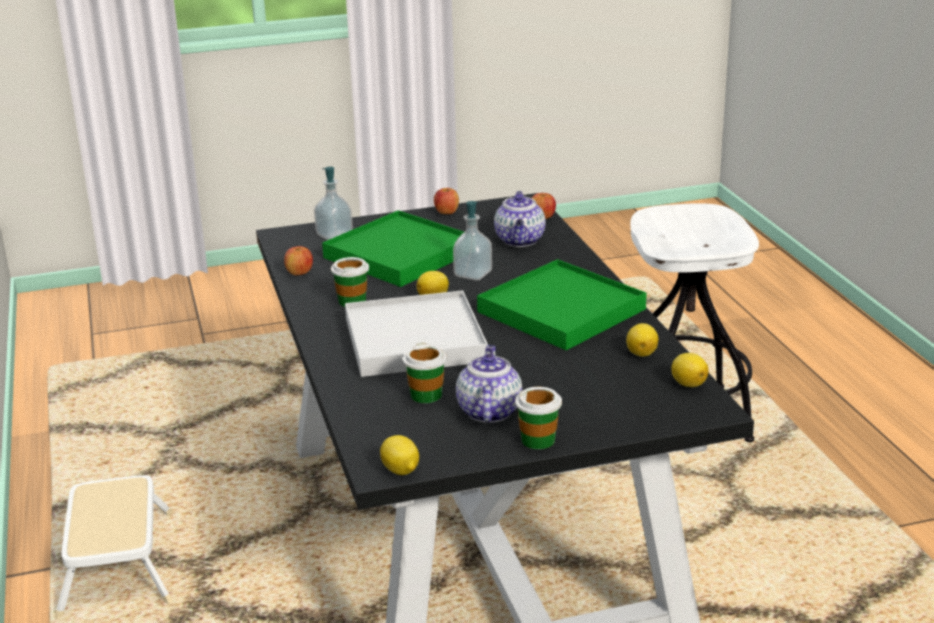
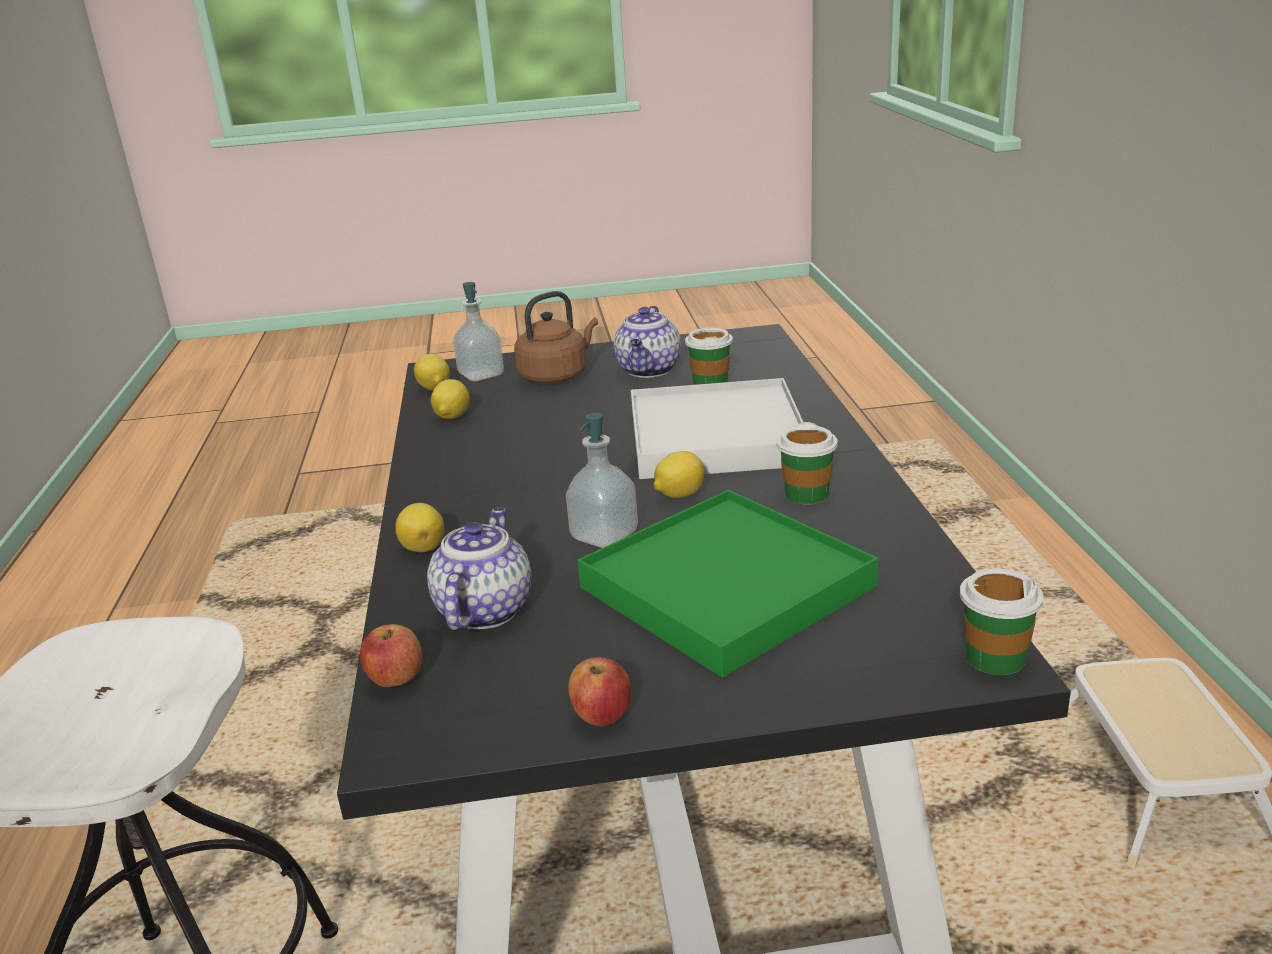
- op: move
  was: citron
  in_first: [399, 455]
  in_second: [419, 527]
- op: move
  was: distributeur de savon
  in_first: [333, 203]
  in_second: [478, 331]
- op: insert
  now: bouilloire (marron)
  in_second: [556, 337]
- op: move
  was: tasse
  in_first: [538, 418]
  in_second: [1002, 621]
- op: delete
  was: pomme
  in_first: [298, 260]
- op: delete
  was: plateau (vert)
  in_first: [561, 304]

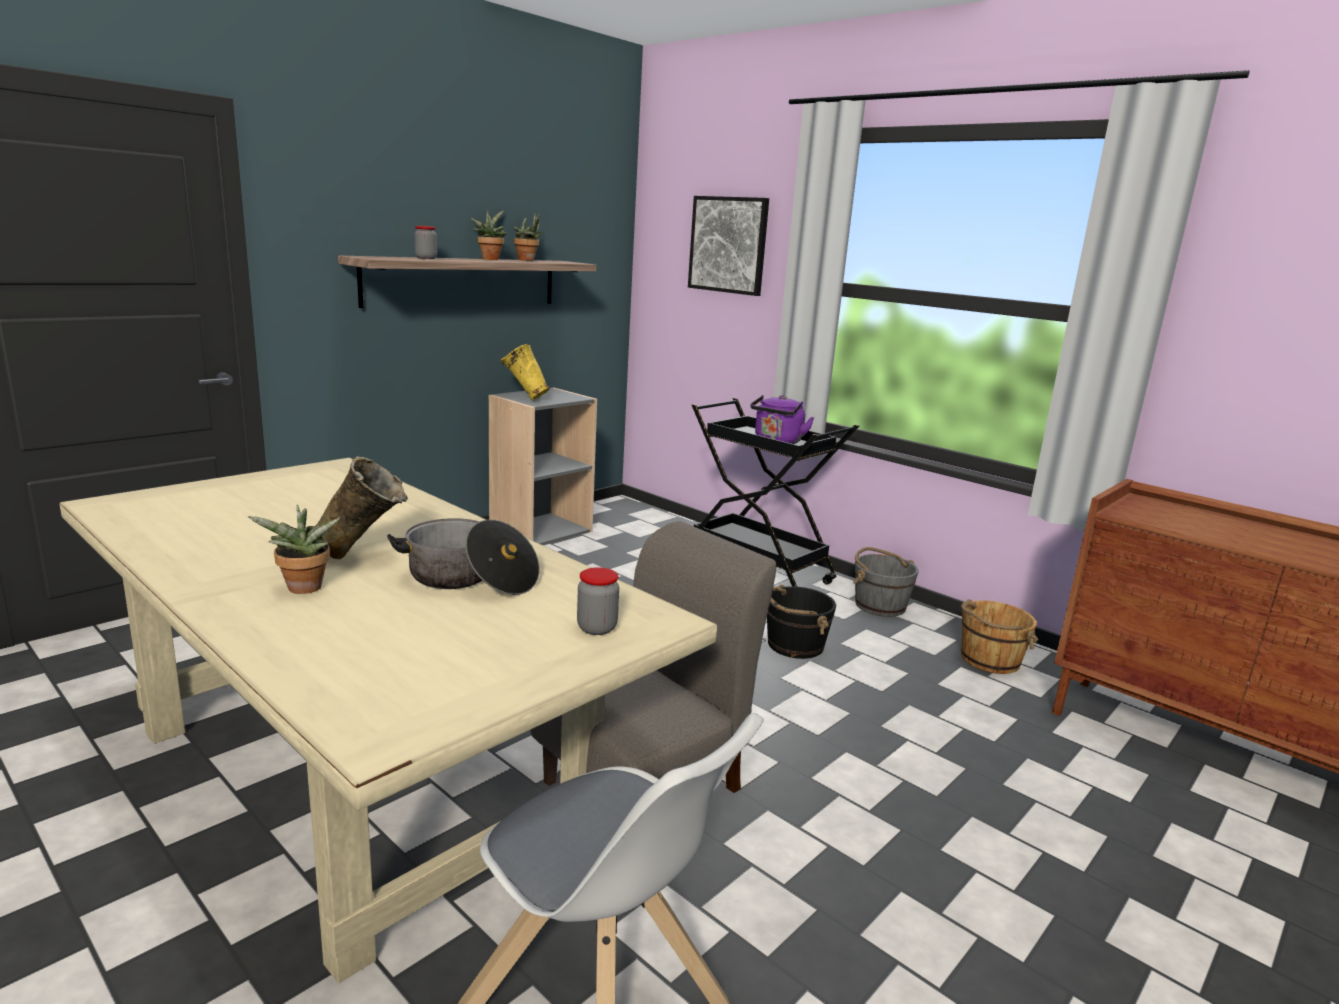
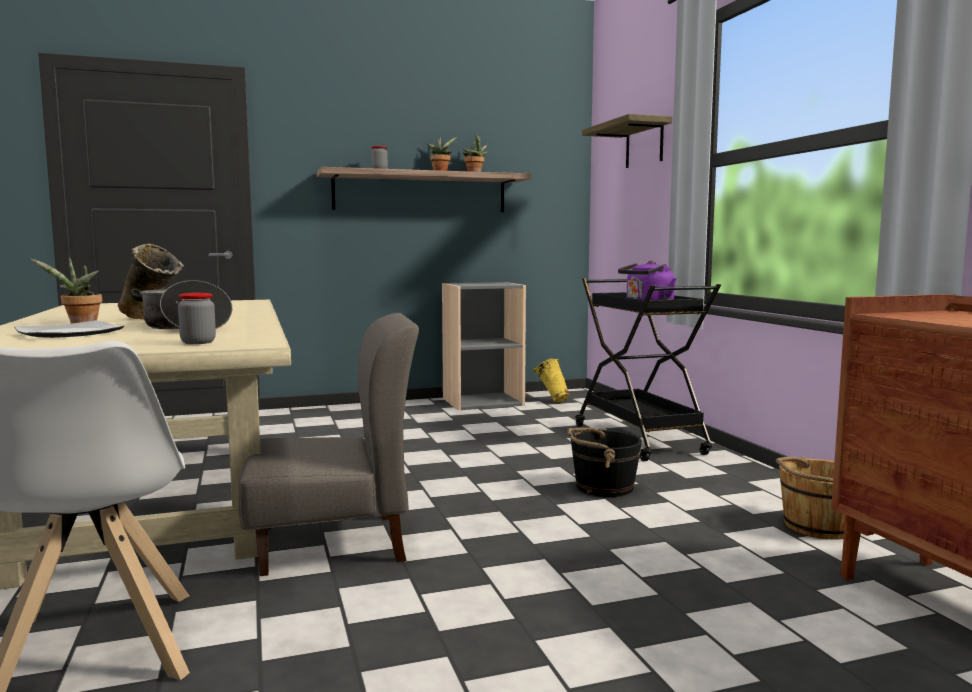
- op: insert
  now: assiette
  in_second: [69, 329]
- op: move
  was: vase (jaune)
  in_first: [525, 372]
  in_second: [551, 380]
- op: replace
  was: tableau
  now: étagère
  in_first: [728, 246]
  in_second: [627, 141]
- op: delete
  was: seau (gris)
  in_first: [885, 582]

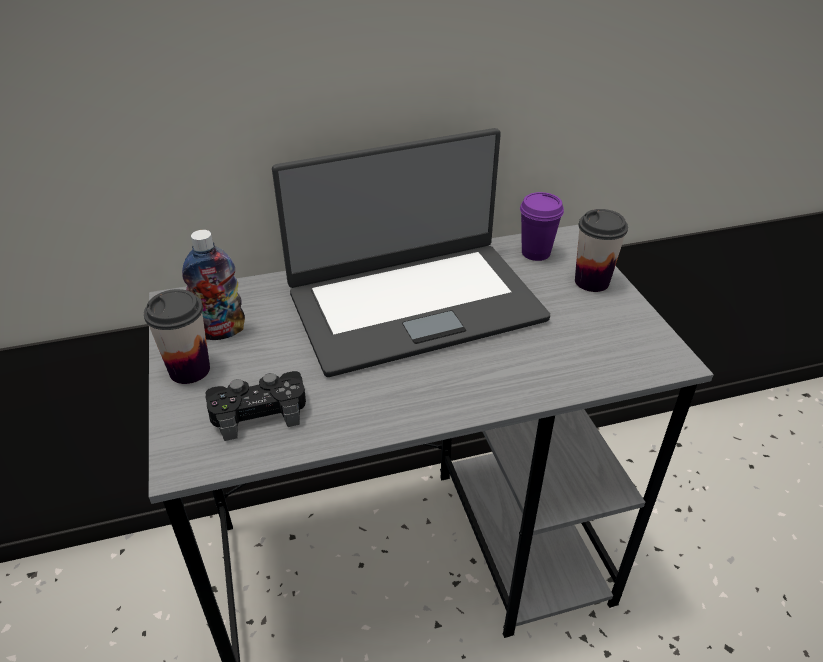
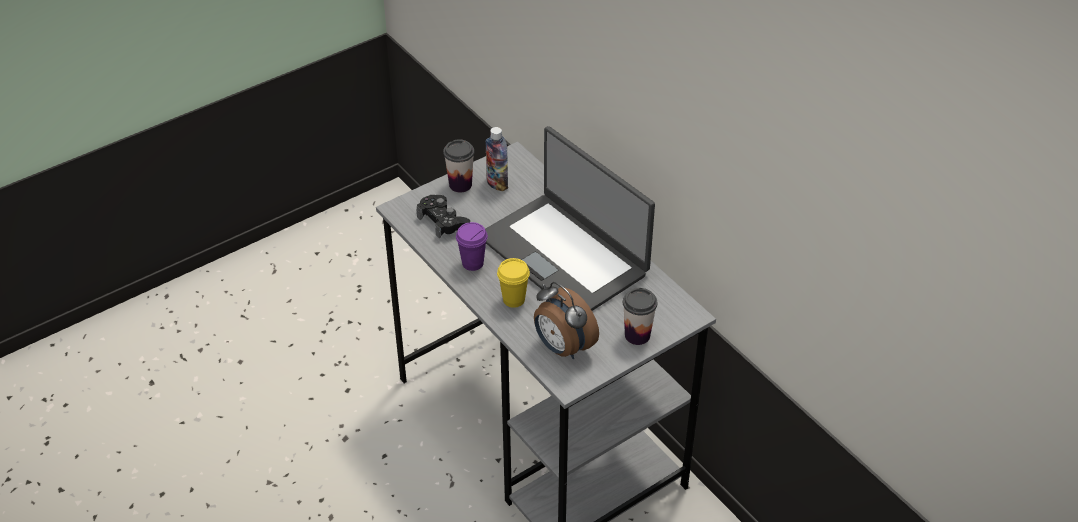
- op: move
  was: tasse (violet)
  in_first: [542, 226]
  in_second: [472, 246]
- op: insert
  now: tasse (jaune)
  in_second: [513, 283]
- op: insert
  now: réveil
  in_second: [566, 320]

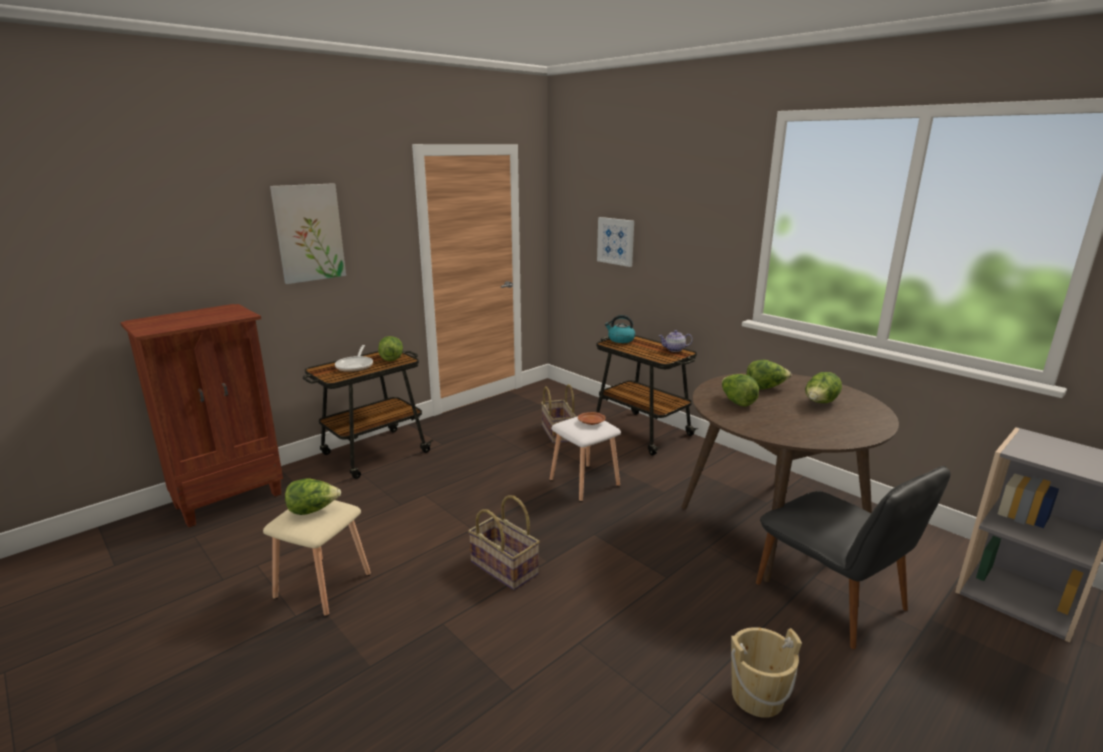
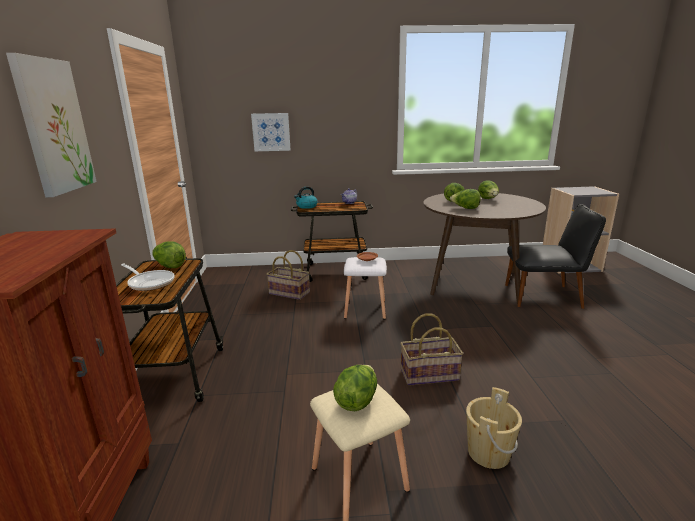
- op: move
  was: seau (beige)
  in_first: [766, 672]
  in_second: [494, 428]

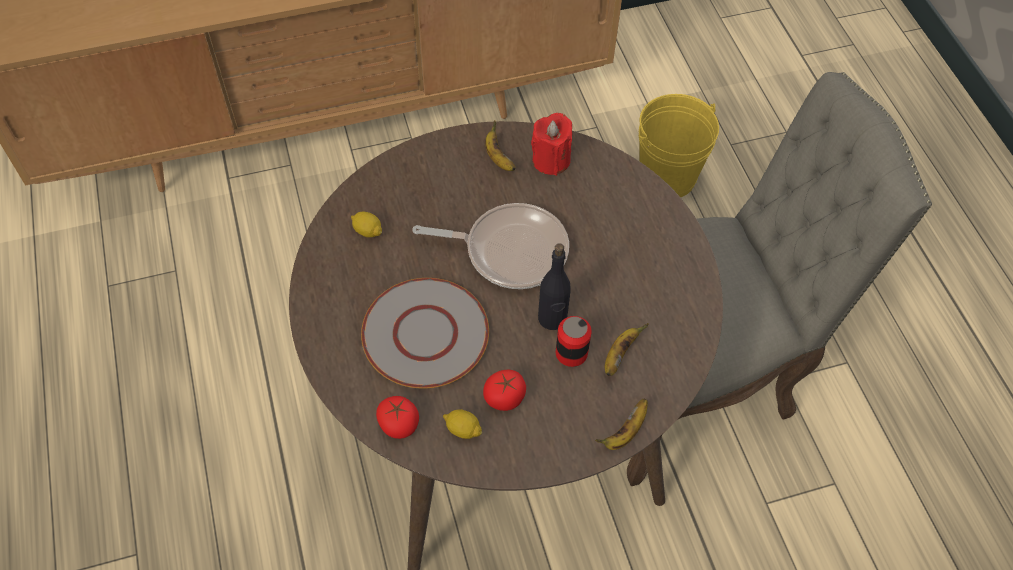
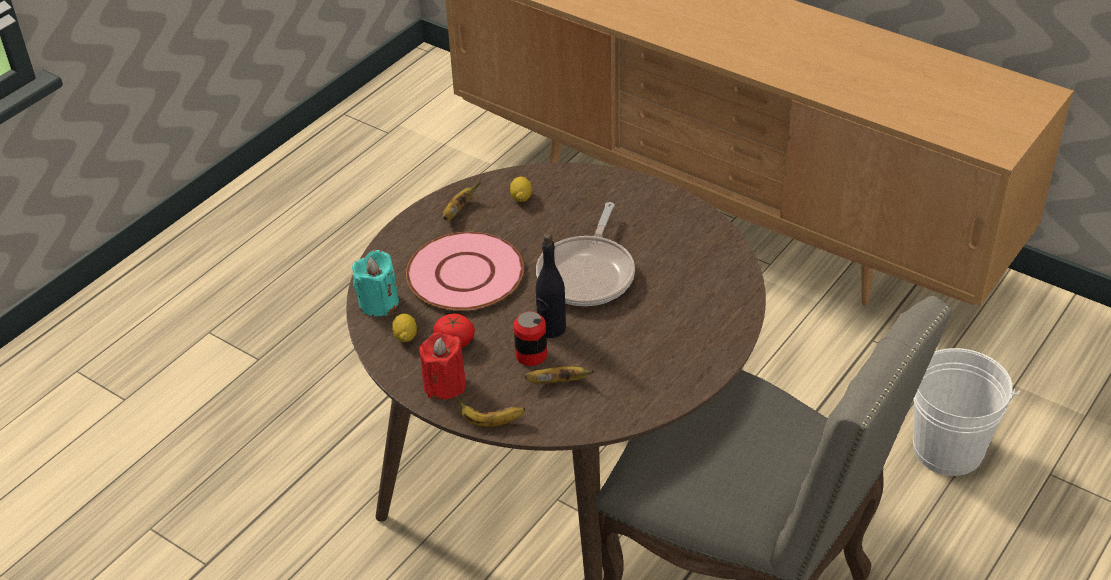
- op: replace
  was: tomate
  now: bougie (turquoise)
  in_first: [397, 417]
  in_second: [375, 283]
- op: recolor
  was: assiette (gris)
  now: assiette (rose)
  in_first: [425, 333]
  in_second: [465, 271]
- op: move
  was: bougie (rouge)
  in_first: [551, 144]
  in_second: [442, 366]
- op: move
  was: banane
  in_first: [500, 146]
  in_second: [462, 201]
- op: rotate
  was: poêle
  in_first: [490, 246]
  in_second: [585, 254]
  clockwise: 45
- op: recolor
  was: seau (jaune)
  now: seau (blanc)
  in_first: [679, 145]
  in_second: [966, 412]

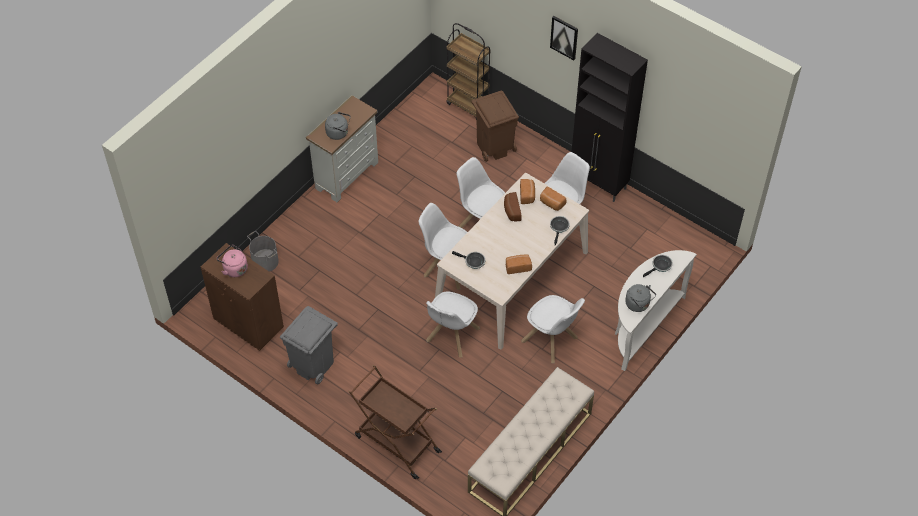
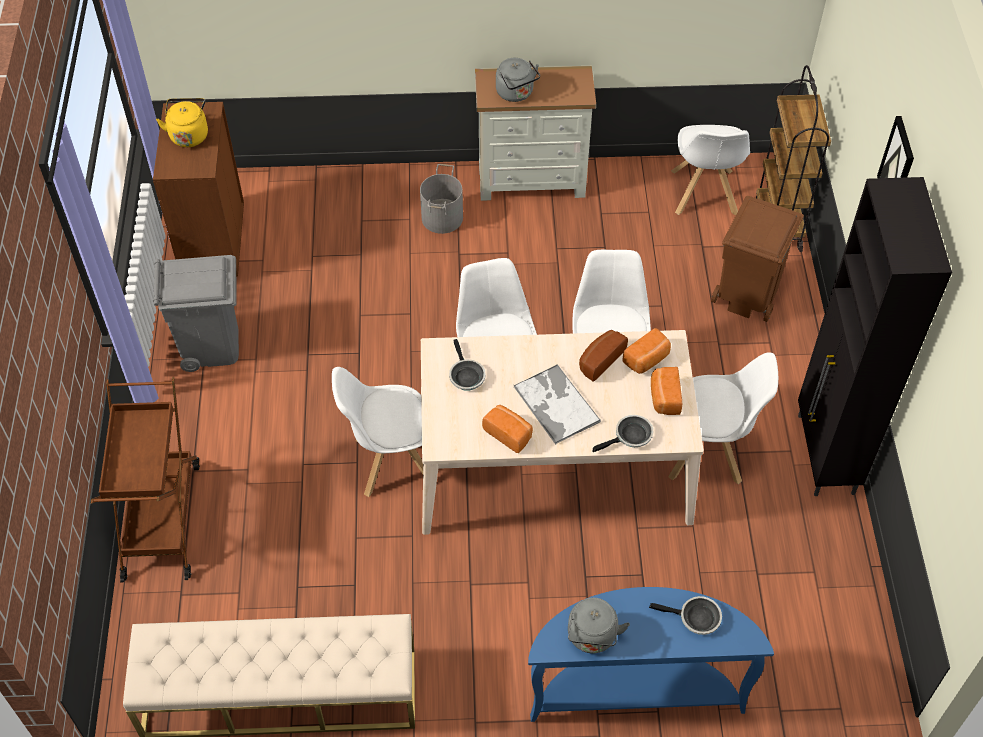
- op: recolor
  was: bouilloire (rose)
  now: bouilloire (jaune)
  in_first: [232, 260]
  in_second: [182, 122]
- op: move
  was: seau (gris)
  in_first: [263, 251]
  in_second: [441, 199]
- op: insert
  now: plateau
  in_second: [557, 404]
- op: recolor
  was: table console (blanc)
  now: table console (bleu)
  in_first: [656, 310]
  in_second: [651, 654]
- op: move
  was: chaise (blanc)
  in_first: [553, 329]
  in_second: [710, 170]

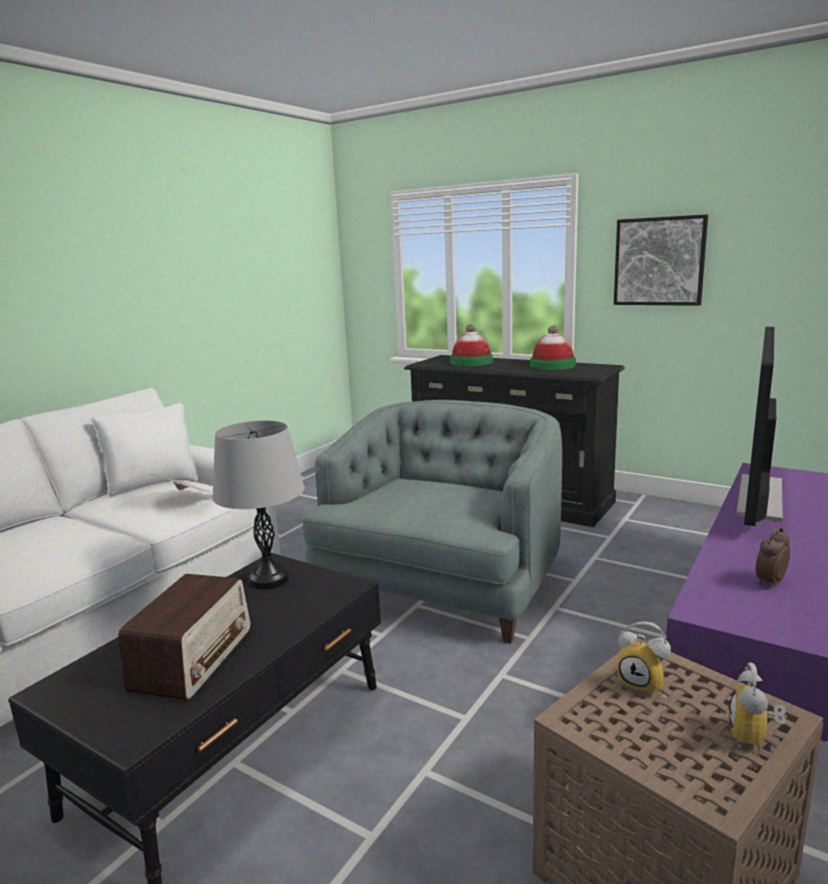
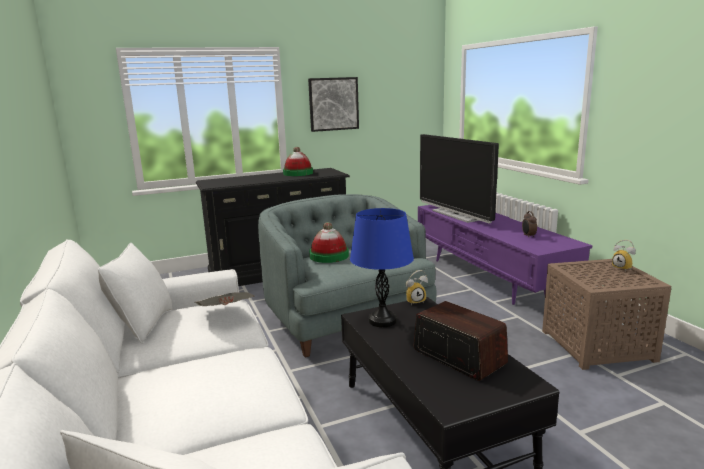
- op: move
  was: chapeau
  in_first: [471, 345]
  in_second: [329, 242]
- op: recolor
  was: lampe de table (gris)
  now: lampe de table (bleu)
  in_first: [258, 505]
  in_second: [382, 267]
- op: move
  was: réveil
  in_first: [644, 658]
  in_second: [417, 287]

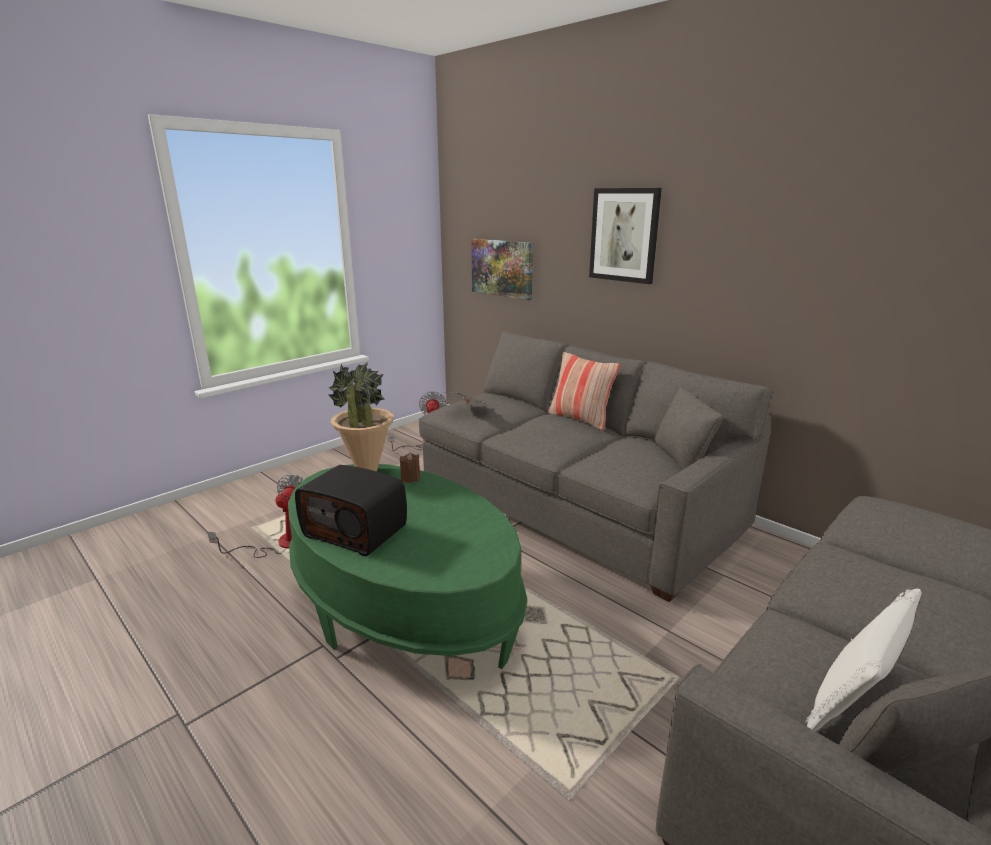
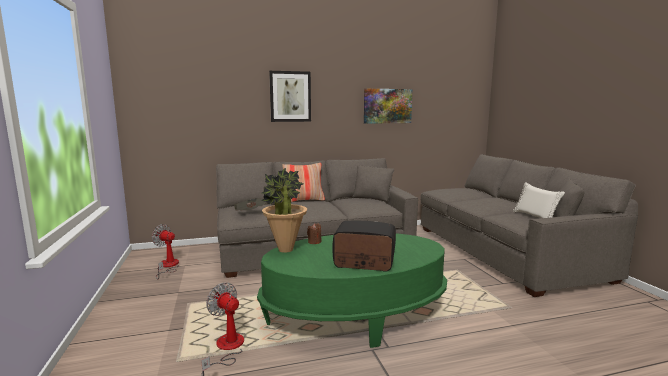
- op: rotate
  was: radio
  in_first: [351, 510]
  in_second: [364, 246]
  clockwise: -135
- op: move
  was: tableau
  in_first: [502, 269]
  in_second: [388, 106]

